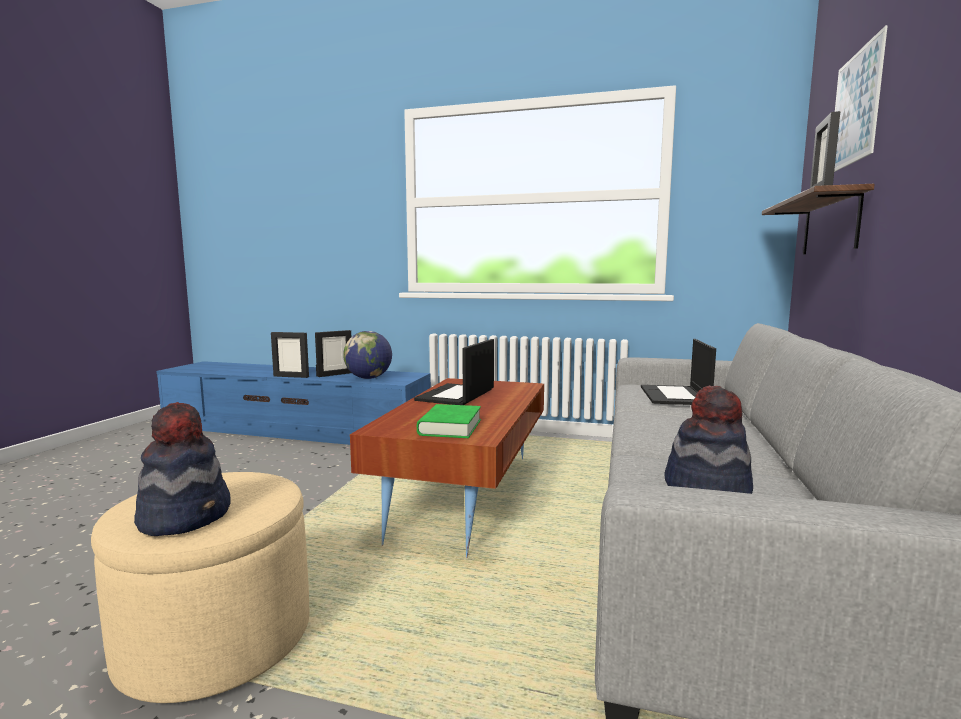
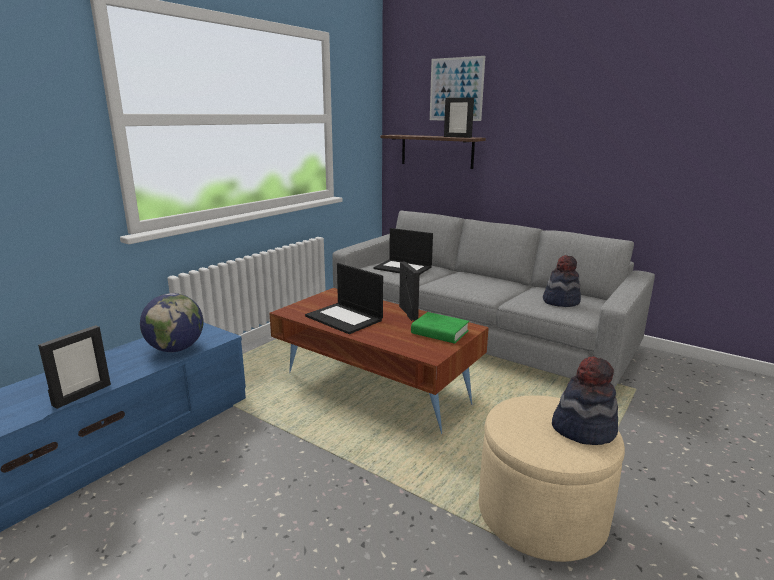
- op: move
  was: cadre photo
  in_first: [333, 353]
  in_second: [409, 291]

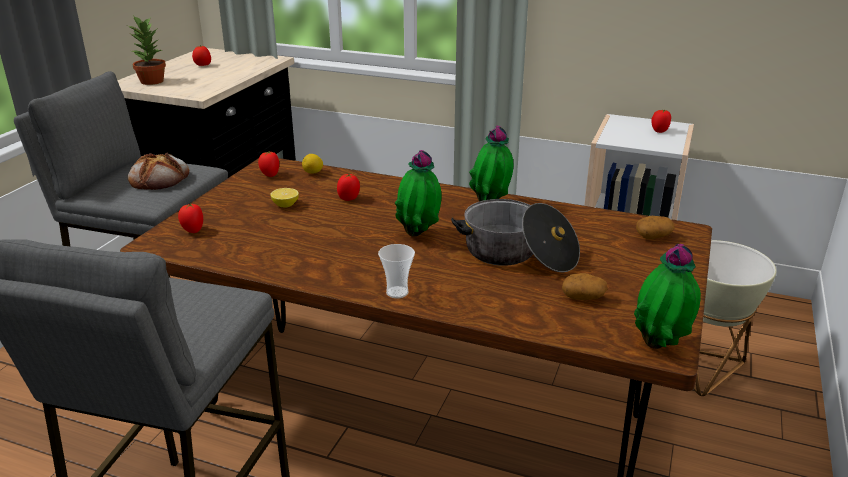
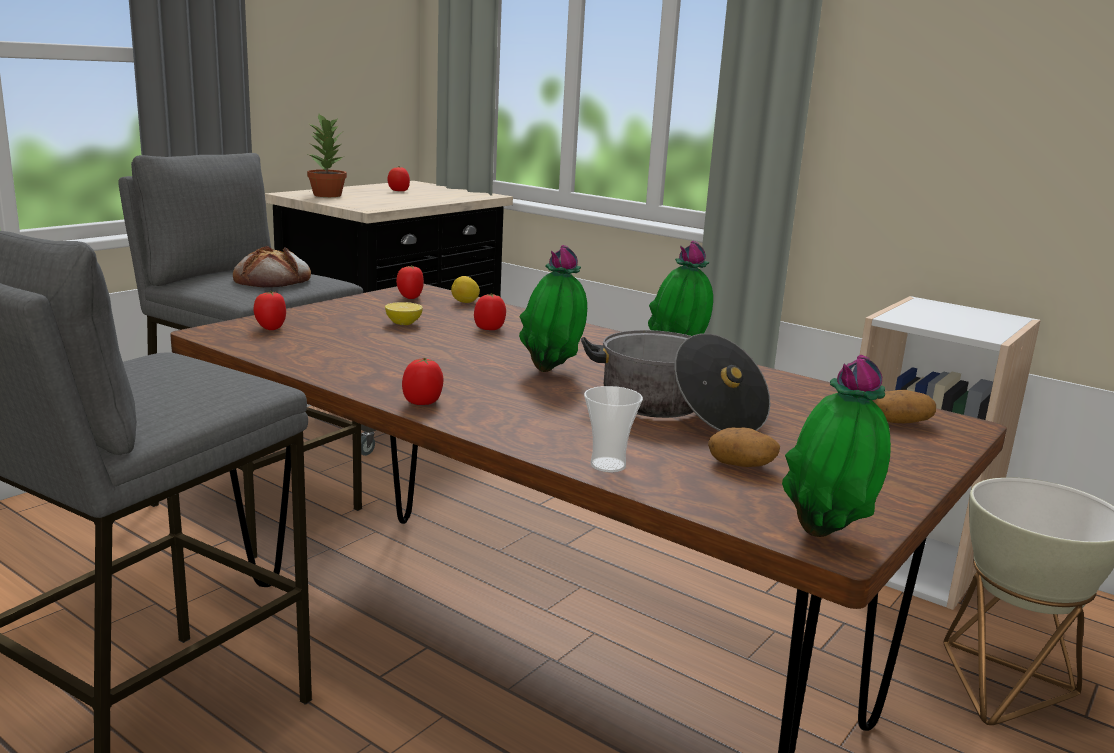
- op: move
  was: tomate
  in_first: [661, 121]
  in_second: [423, 381]
- op: move
  was: tasse
  in_first: [396, 271]
  in_second: [613, 429]

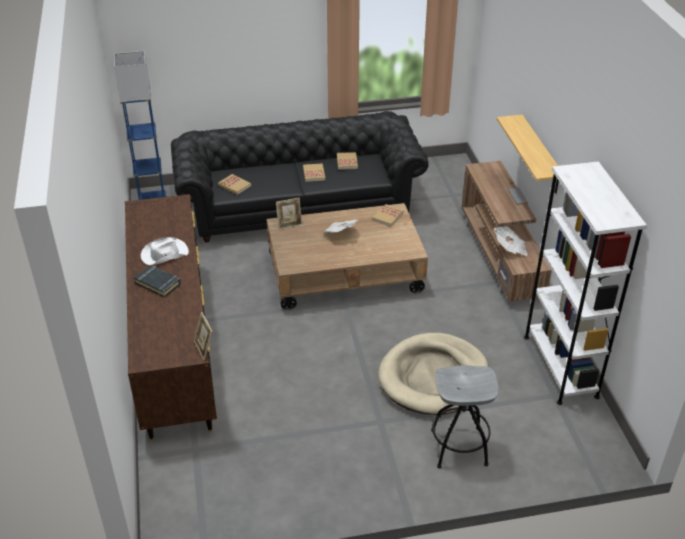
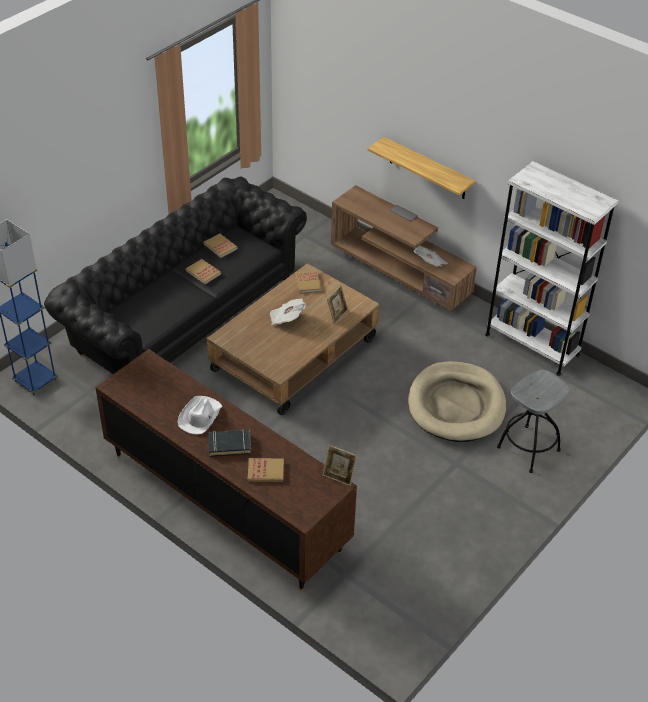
- op: move
  was: livre
  in_first: [234, 184]
  in_second: [266, 470]
- op: move
  was: cadre photo
  in_first: [289, 213]
  in_second: [337, 304]

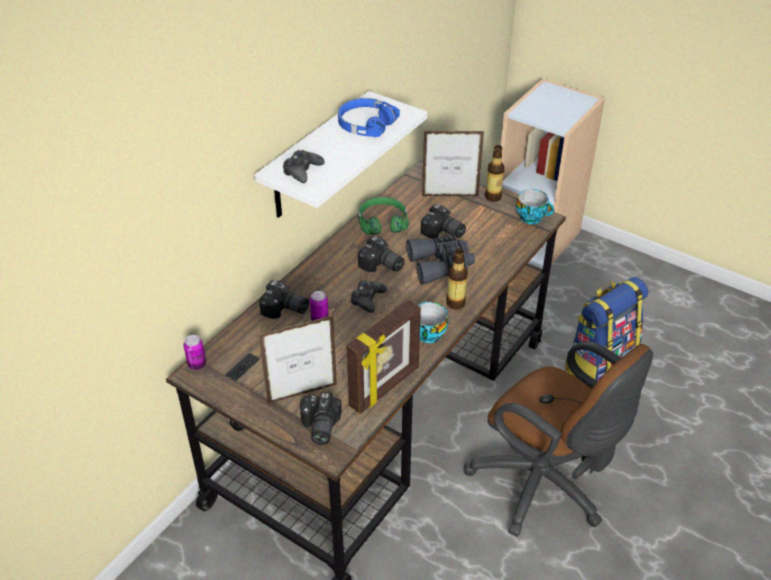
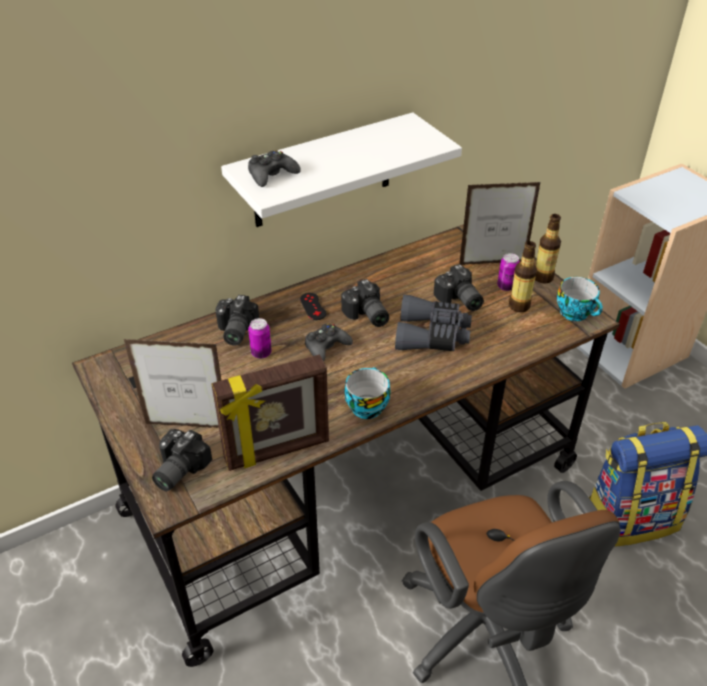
- op: rotate
  was: appareil photo
  in_first: [284, 299]
  in_second: [237, 320]
  clockwise: 45
- op: insert
  now: manette (noir)
  in_second: [313, 306]
- op: rotate
  was: cadre photo
  in_first: [453, 164]
  in_second: [500, 223]
  clockwise: 150
- op: move
  was: boîte métallique
  in_first: [194, 352]
  in_second: [508, 272]
- op: move
  was: bouteille
  in_first: [457, 279]
  in_second: [523, 276]
- op: delete
  was: casque audio (bleu)
  in_first: [369, 117]
- op: delete
  was: casque audio (vert)
  in_first: [383, 215]

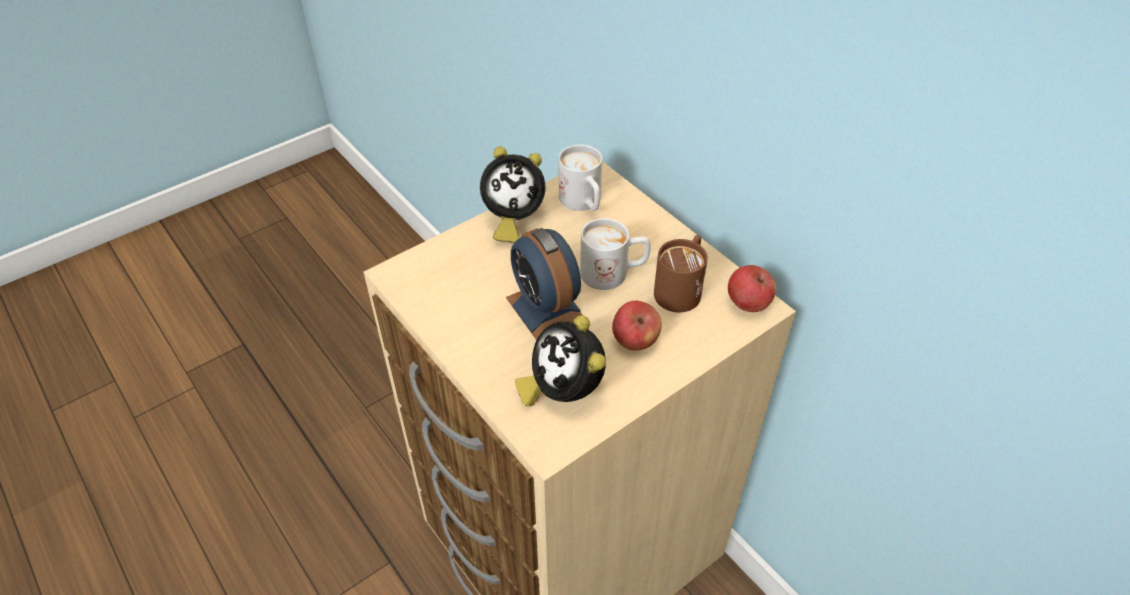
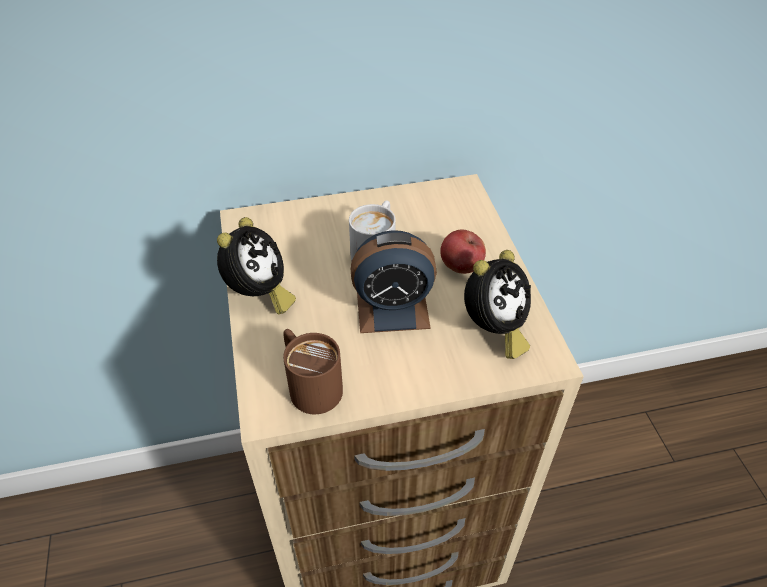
- op: move
  was: mug (marron)
  in_first: [681, 273]
  in_second: [313, 371]
- op: rotate
  was: réveil
  in_first: [560, 360]
  in_second: [497, 304]
  clockwise: -45
- op: delete
  was: mug (blanc)
  in_first: [580, 177]
- op: delete
  was: pomme
  in_first: [752, 288]

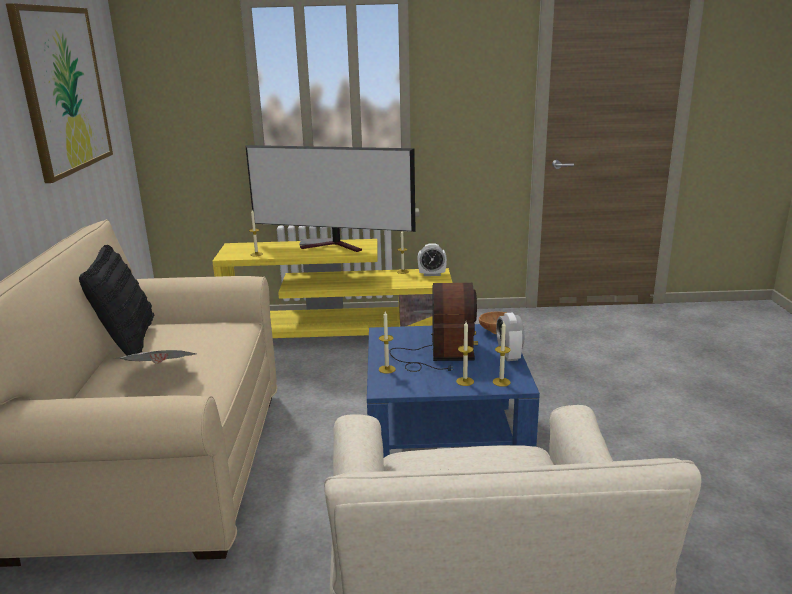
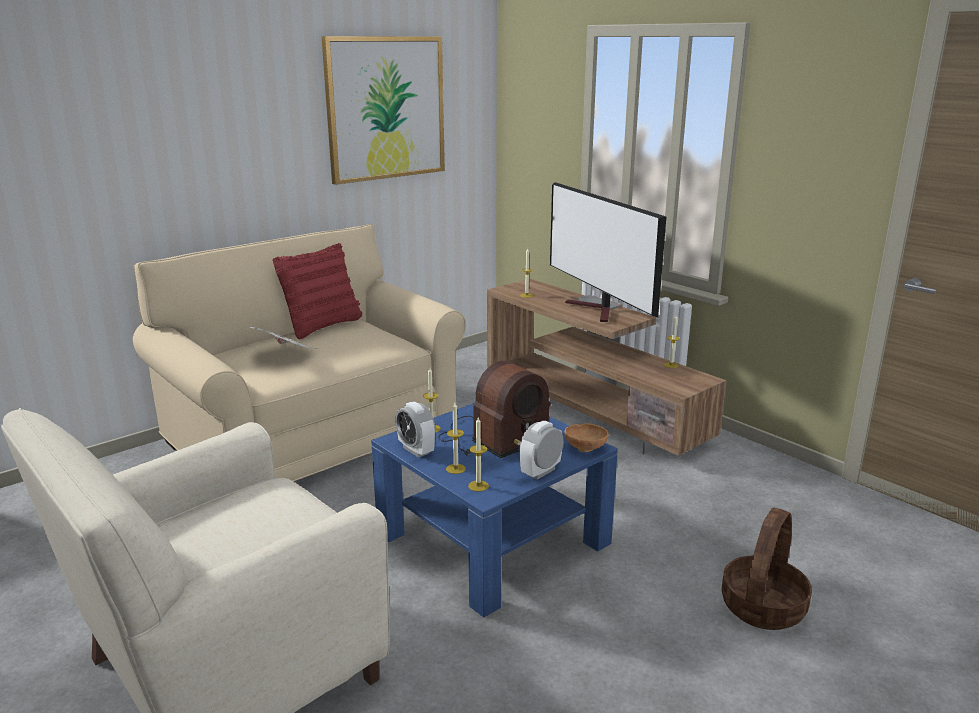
- op: recolor
  was: coussin (noir)
  now: coussin (rouge)
  in_first: [116, 300]
  in_second: [318, 291]
- op: move
  was: réveil
  in_first: [432, 259]
  in_second: [415, 430]
- op: recolor
  was: meuble télé (jaune)
  now: meuble télé (marron)
  in_first: [332, 288]
  in_second: [607, 367]
- op: insert
  now: panier
  in_second: [767, 568]

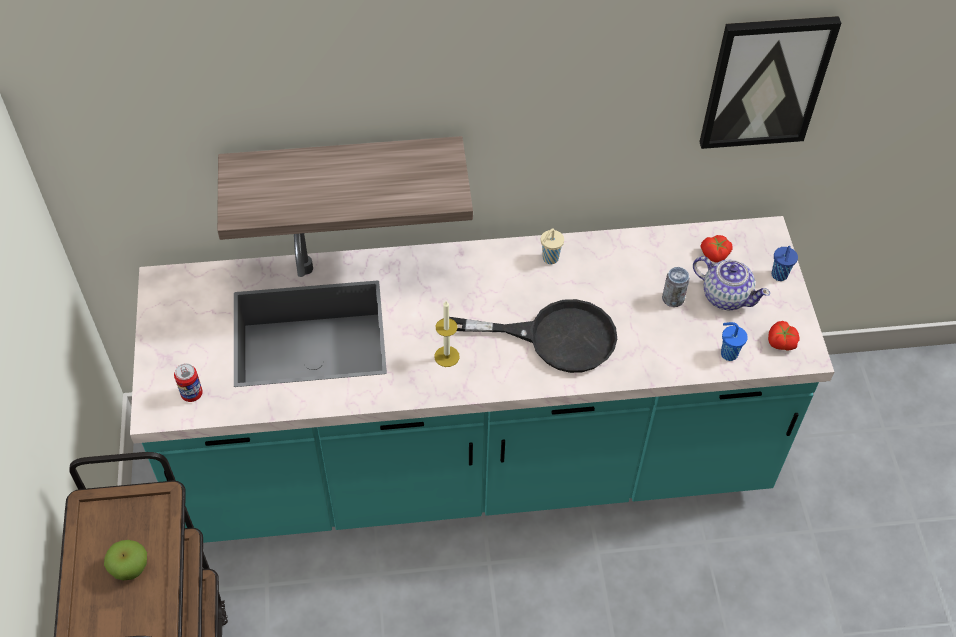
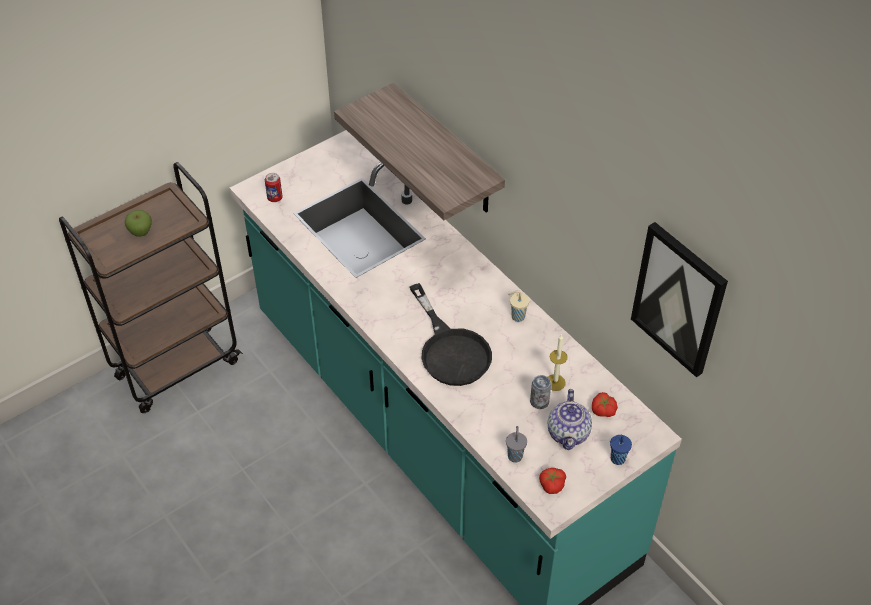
- op: recolor
  was: tasse (bleu)
  now: tasse (gris)
  in_first: [734, 341]
  in_second: [516, 444]
- op: move
  was: bougie
  in_first: [447, 334]
  in_second: [557, 363]

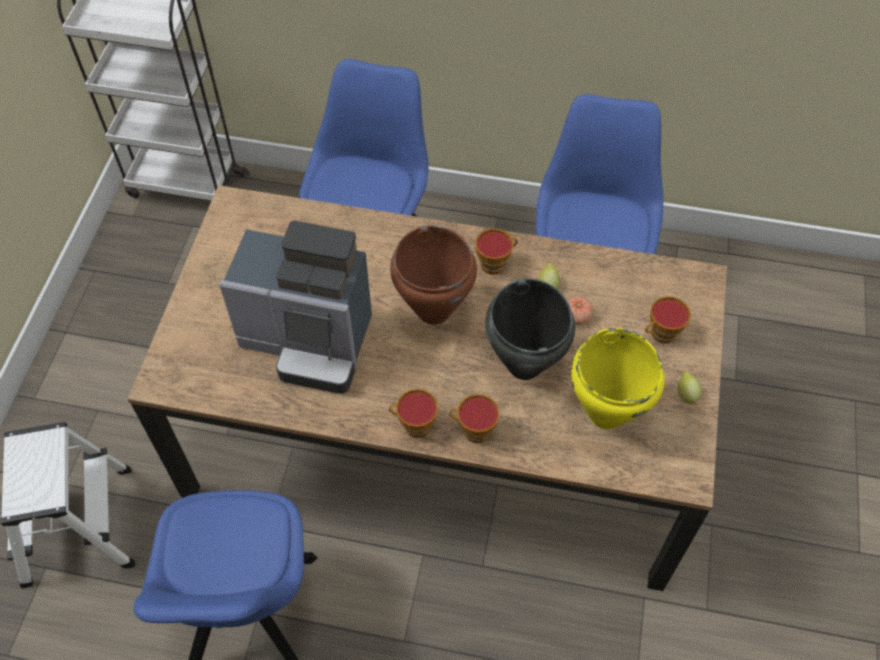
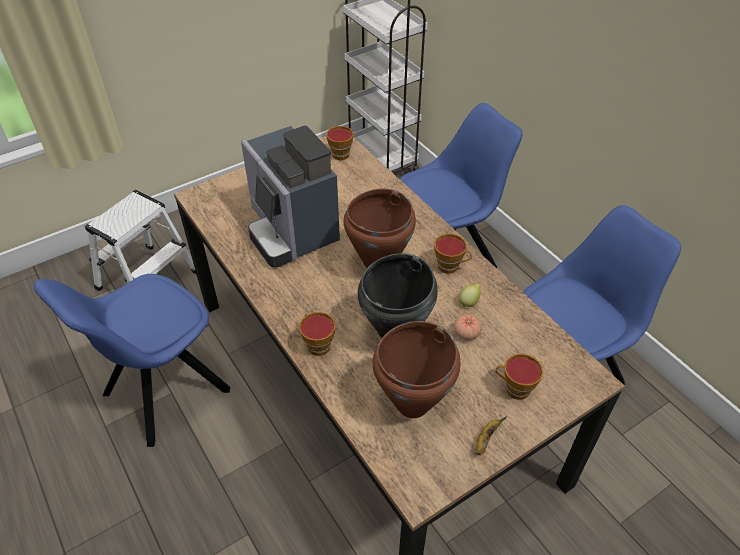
- op: move
  was: tasse
  in_first: [413, 413]
  in_second: [340, 143]
- op: recolor
  was: marmite (jaune)
  now: marmite (marron)
  in_first: [618, 378]
  in_second: [416, 369]
- op: replace
  was: citron
  now: banane
  in_first: [690, 387]
  in_second: [491, 435]

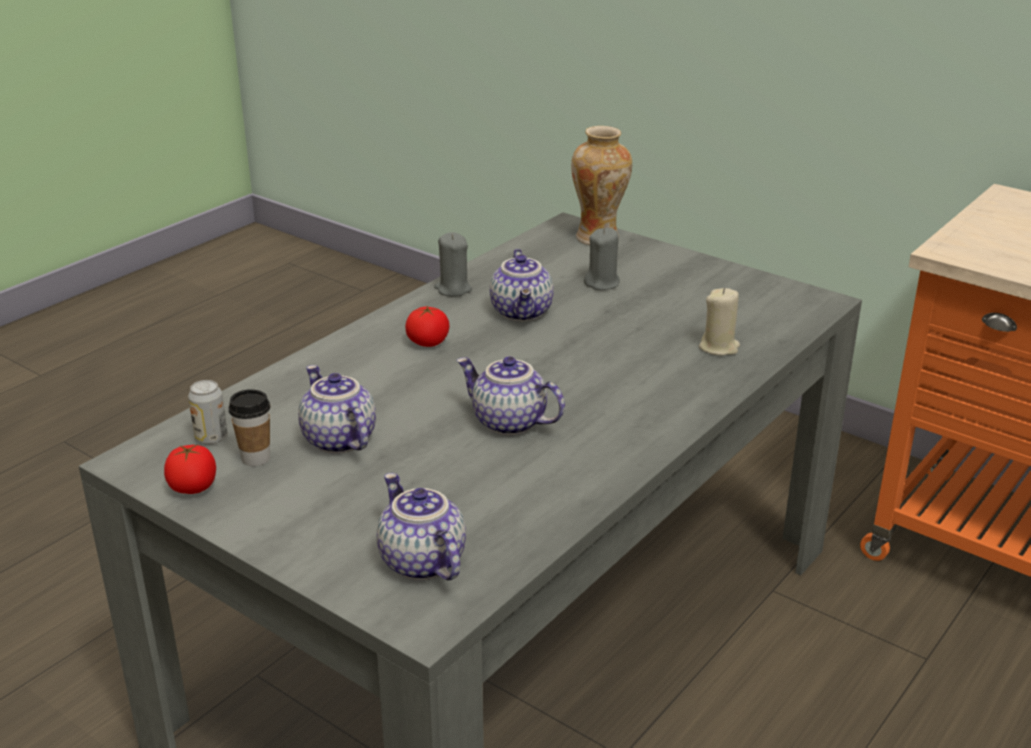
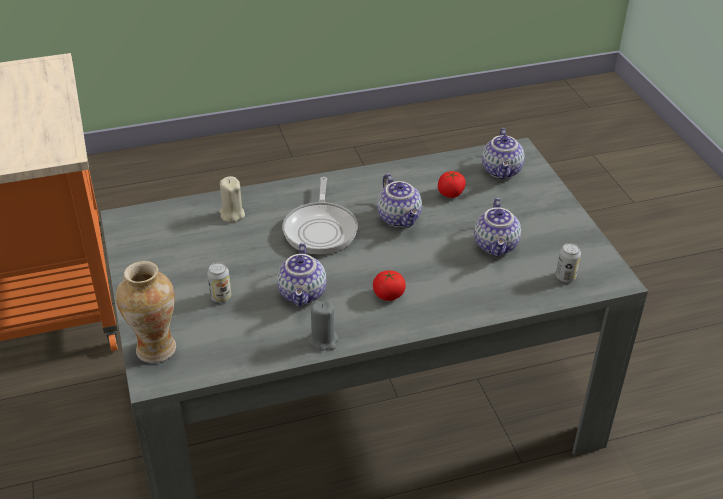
- op: replace
  was: bougie (gris)
  now: boîte métallique
  in_first: [602, 259]
  in_second: [219, 282]
- op: rotate
  was: théière
  in_first: [522, 285]
  in_second: [301, 275]
  clockwise: 150
- op: insert
  now: poêle
  in_second: [320, 215]
- op: move
  was: tomate
  in_first: [190, 469]
  in_second: [452, 184]
- op: delete
  was: tasse
  in_first: [249, 427]

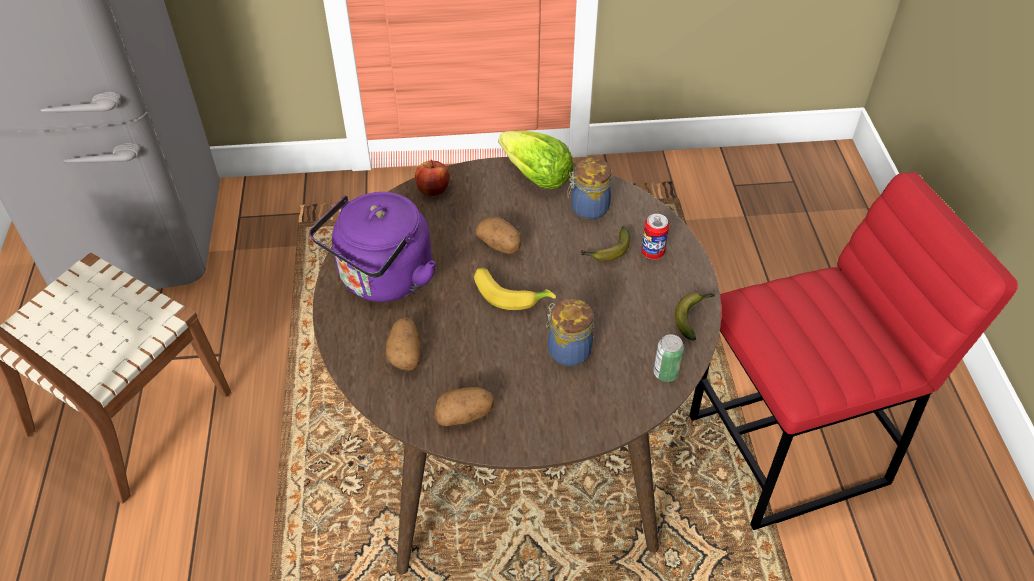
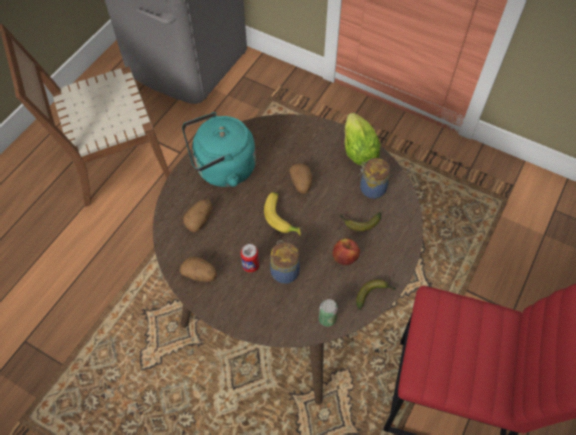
- op: recolor
  was: bouilloire (violet)
  now: bouilloire (turquoise)
  in_first: [372, 247]
  in_second: [219, 149]
- op: move
  was: boîte métallique
  in_first: [655, 236]
  in_second: [249, 258]
- op: move
  was: pomme
  in_first: [432, 178]
  in_second: [346, 251]

